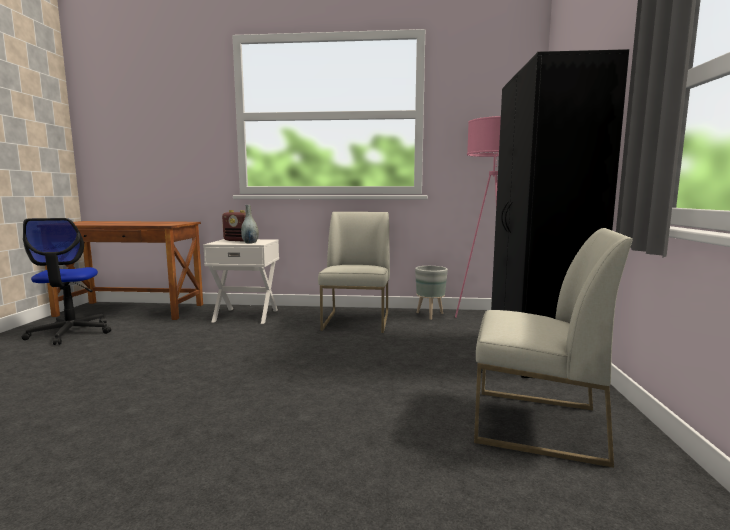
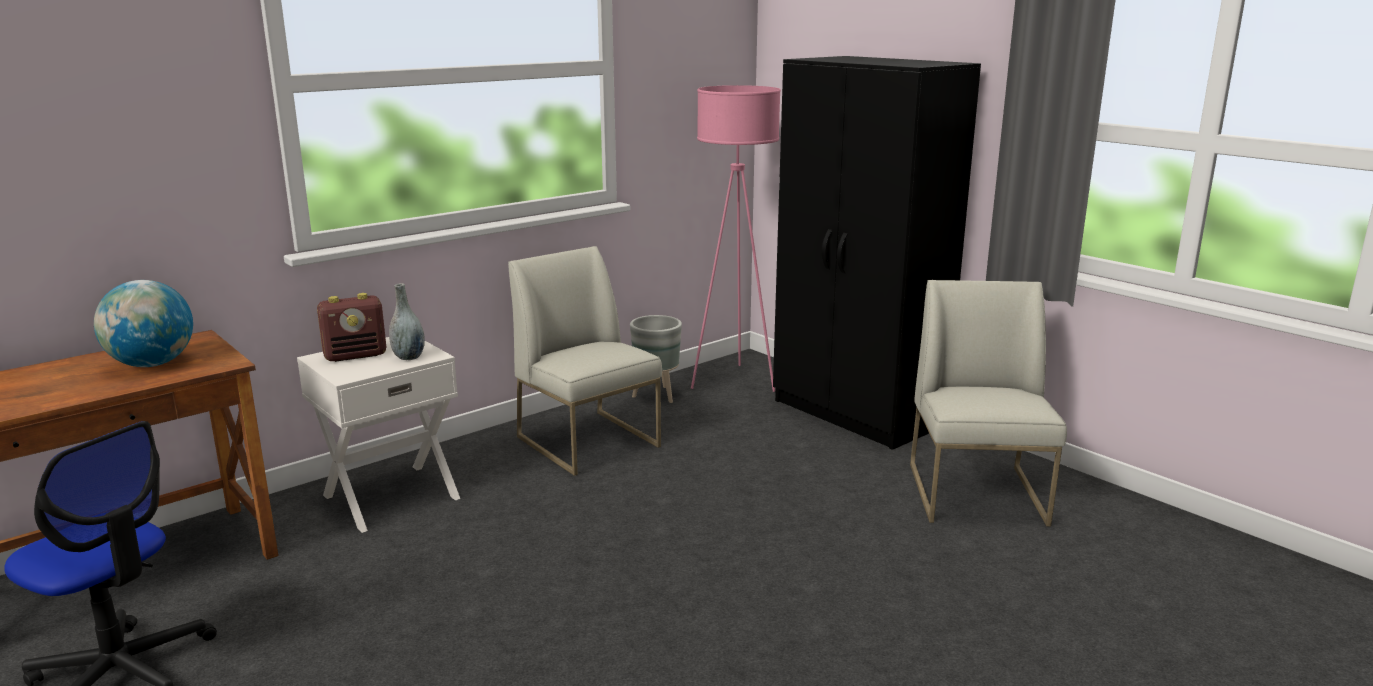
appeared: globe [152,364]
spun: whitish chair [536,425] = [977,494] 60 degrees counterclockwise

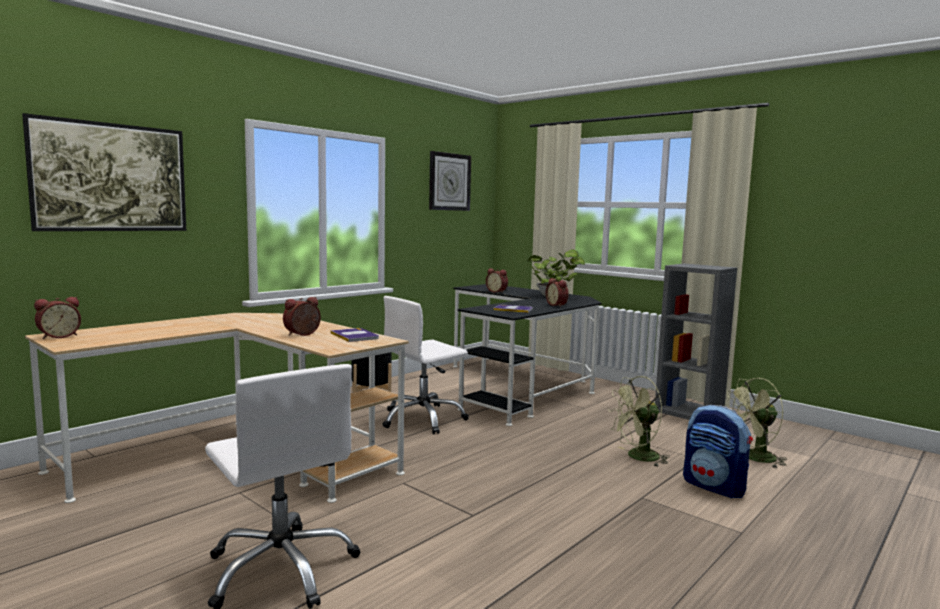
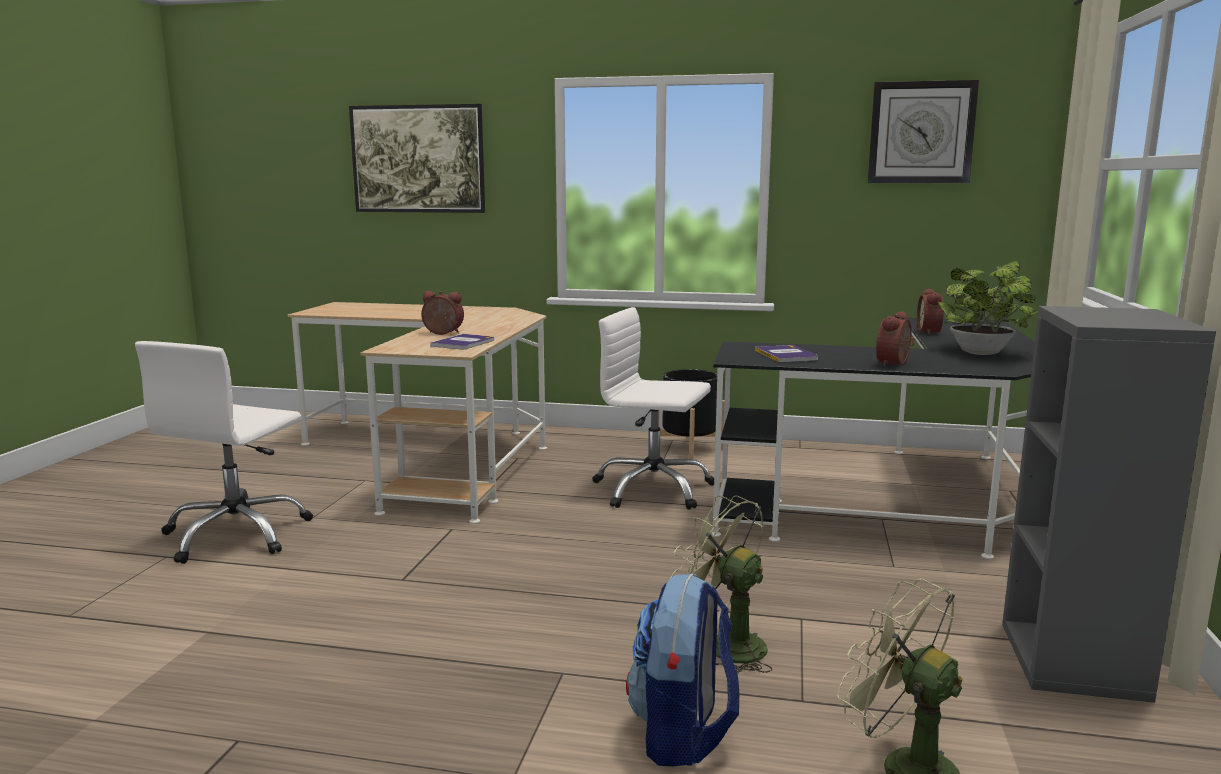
missing: bedside clock [58,336]

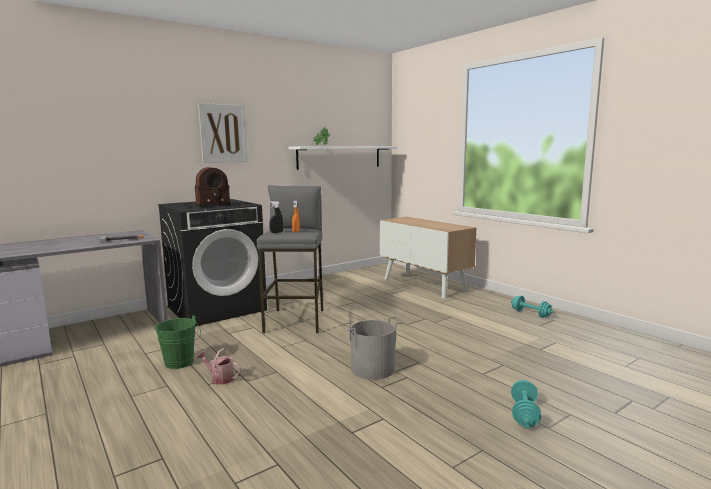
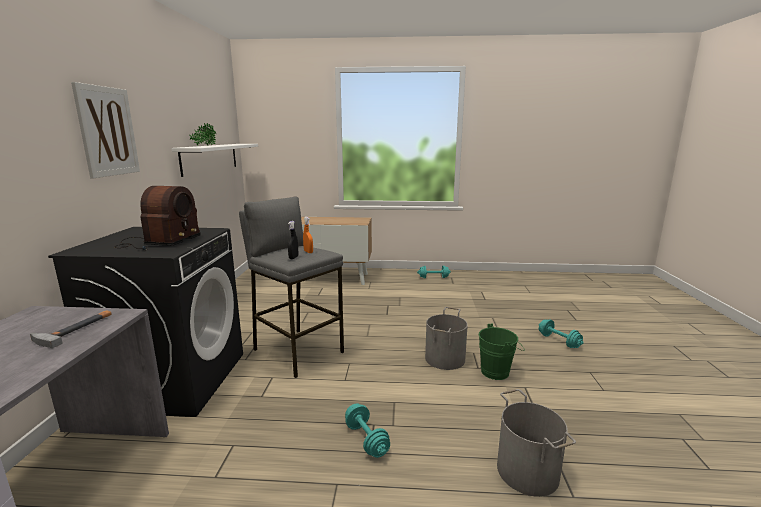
appeared: grey water bucket [526,471]
relocated: green-coloured water bucket [181,363] to [498,372]
exchanged: sprinkling can [220,378] to blue-green free weight [366,440]

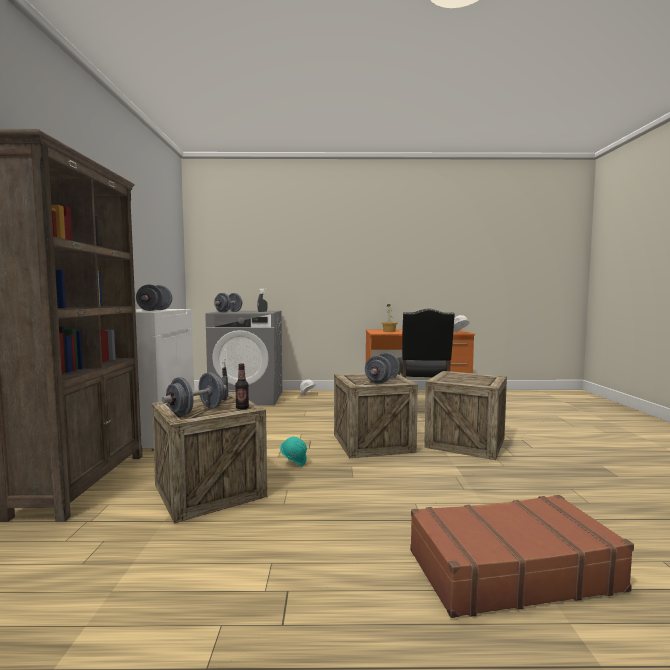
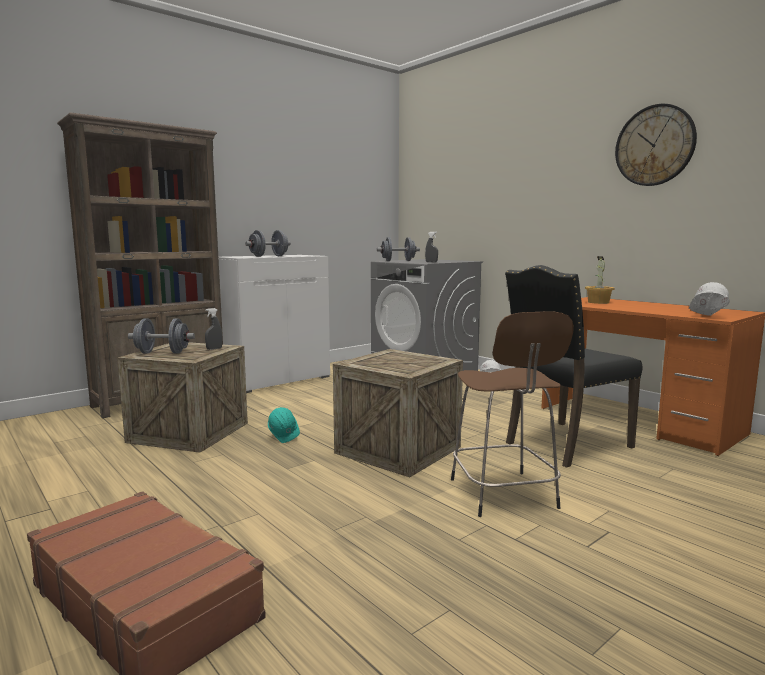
missing: drink bottle [242,408]; grey free weight [382,381]
appeared: clock on the wall [654,145]
exchanged: packing crate [465,442] to brown-coloured stool seat [504,495]

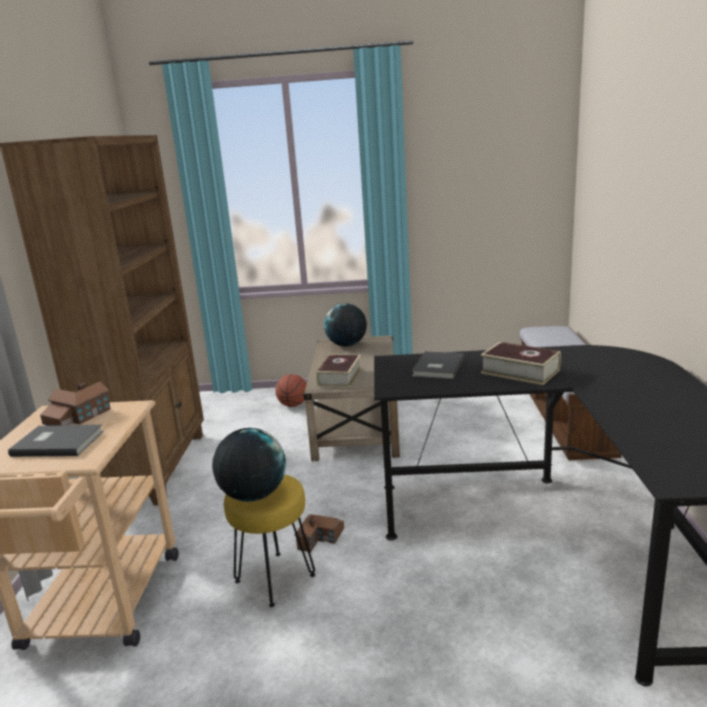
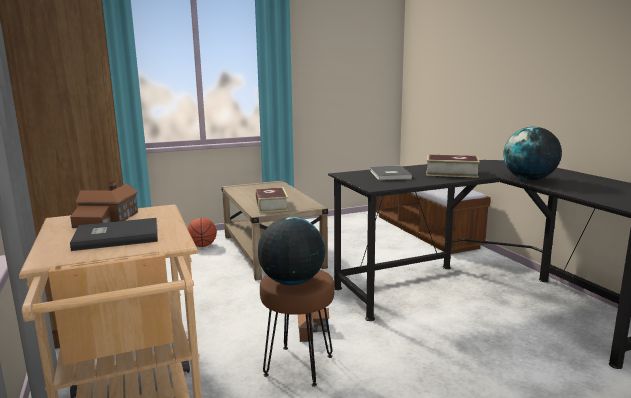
relocated: globe [347,345] to [529,179]
colour: yellow-coloured stool seat [275,577] to brown-coloured stool seat [298,365]

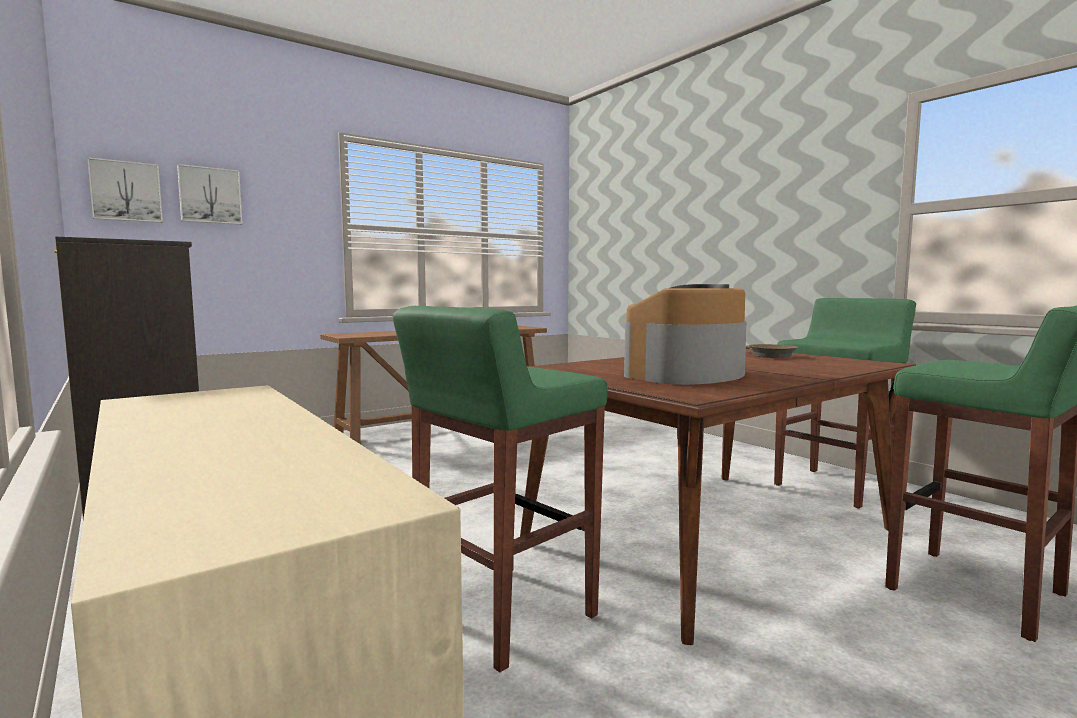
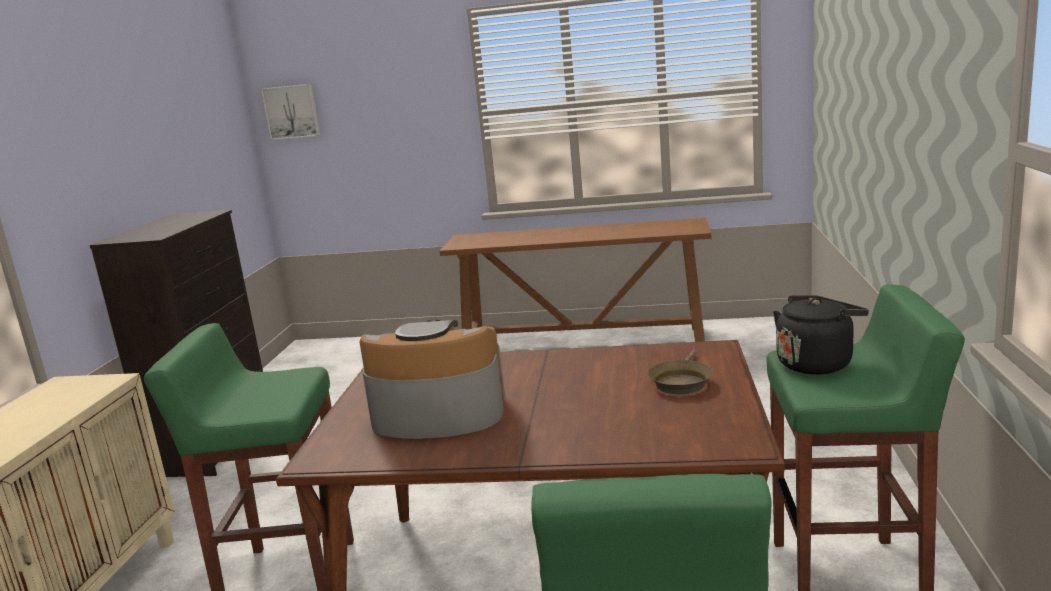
missing: wall art [210,195]
appeared: black-coloured kettle [817,363]

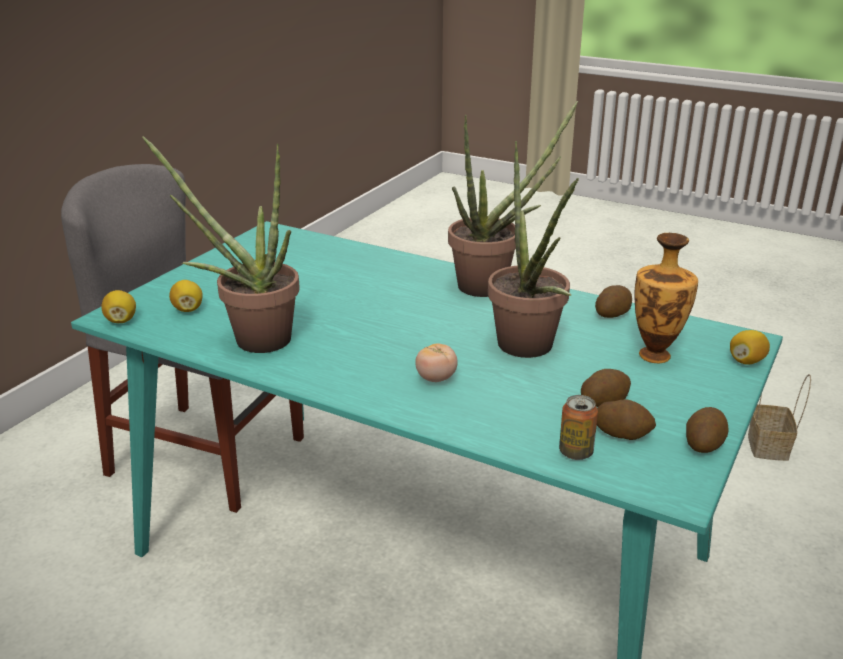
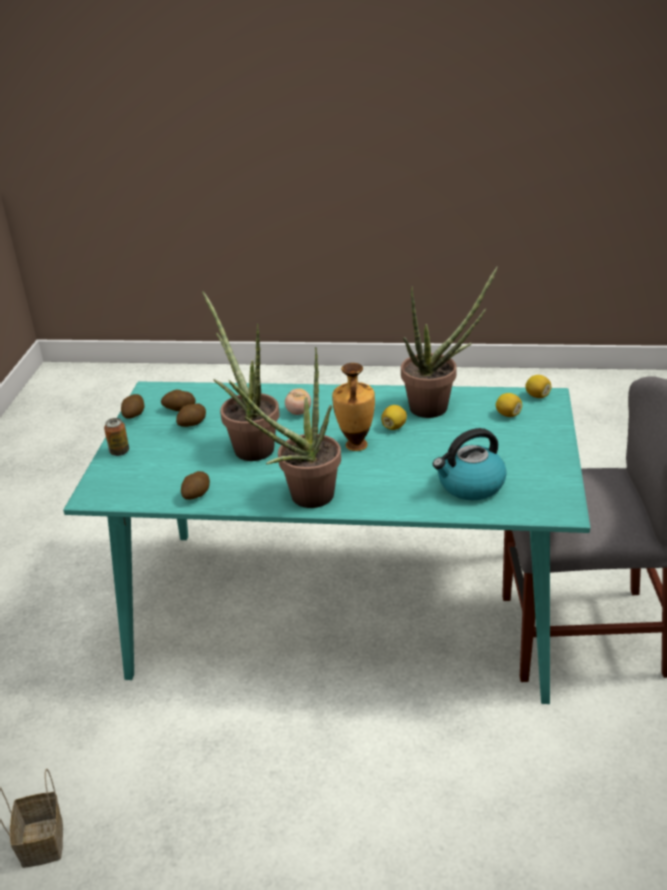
appeared: kettle [470,485]
relocated: sealed can [575,452] to [119,451]; flower vase [655,354] to [355,446]; citrus fruit [746,361] to [394,427]

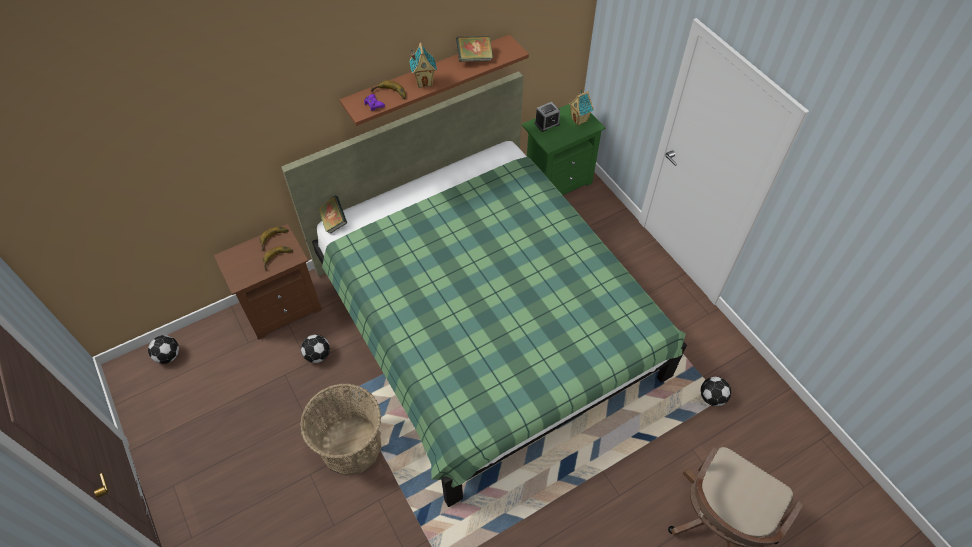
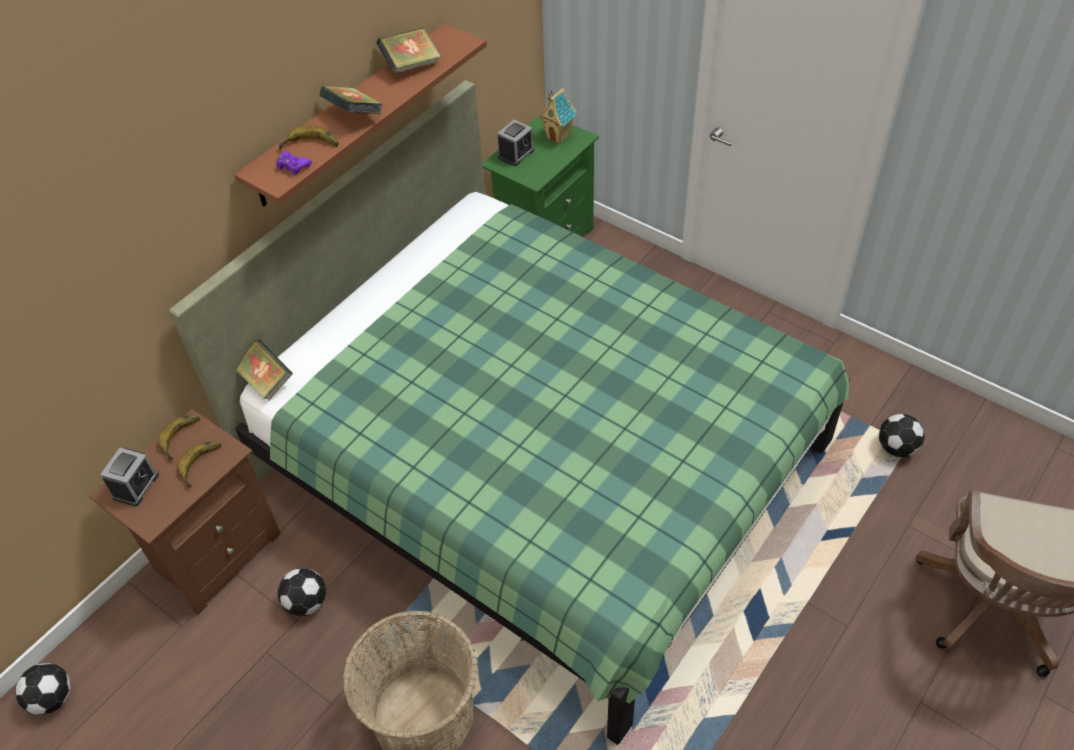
appeared: bedside clock [135,486]
exchanged: toy house [424,82] to bound book [354,115]

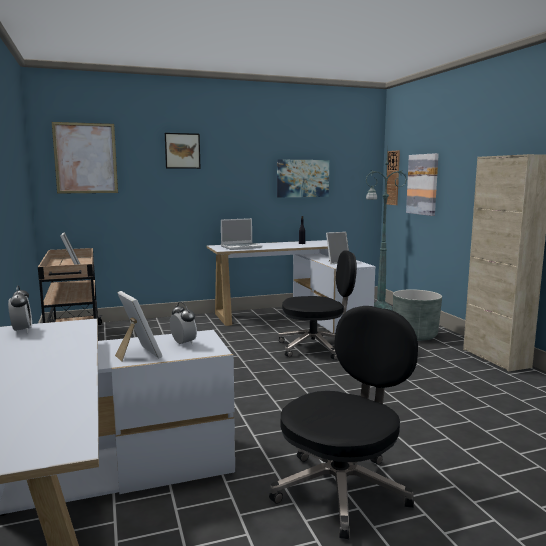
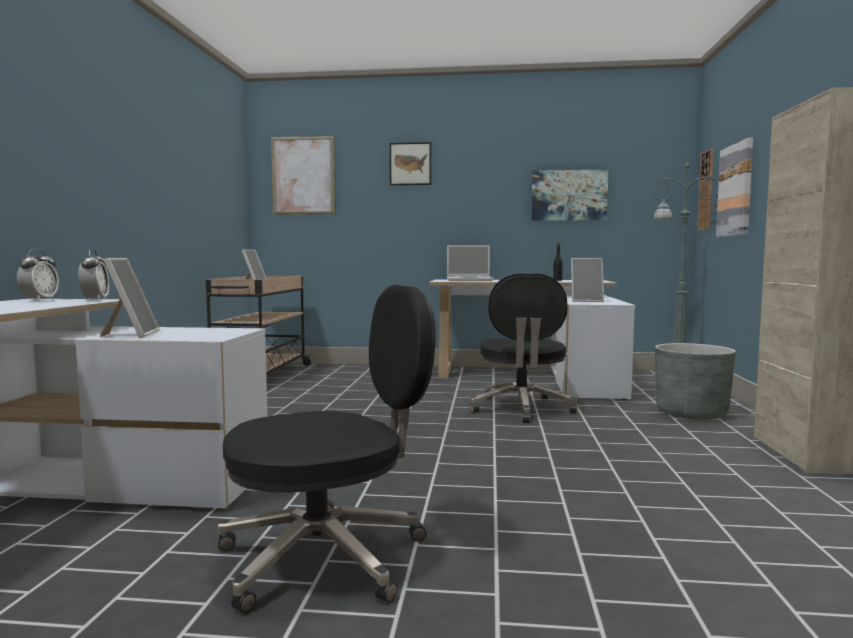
relocated: bedside clock [183,343] to [95,299]
spun: black-coloured computer chair [316,347] = [521,409] 75 degrees clockwise

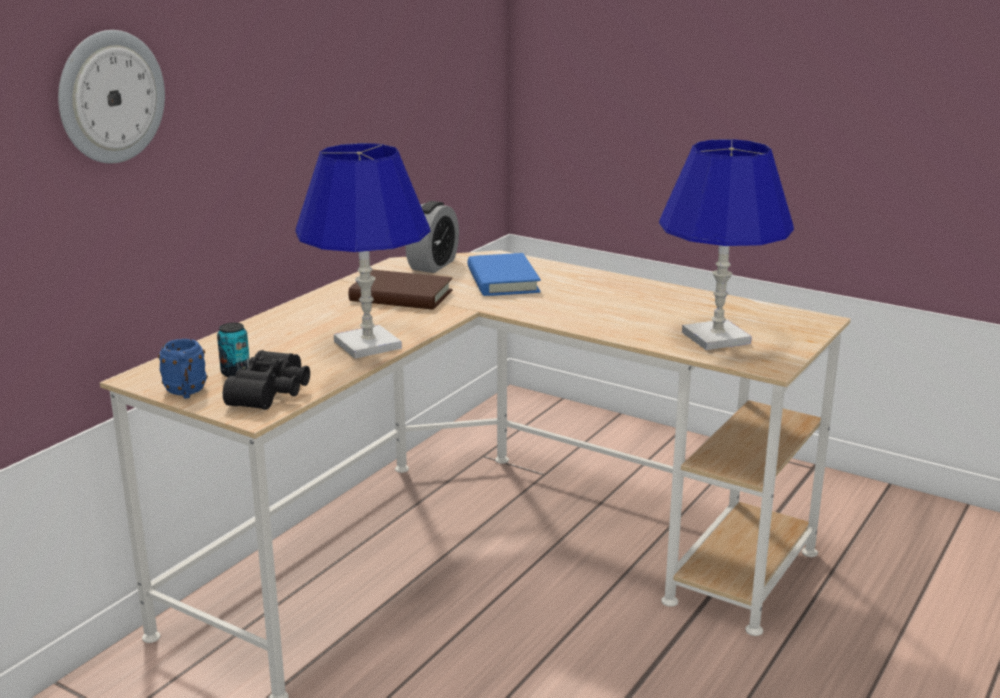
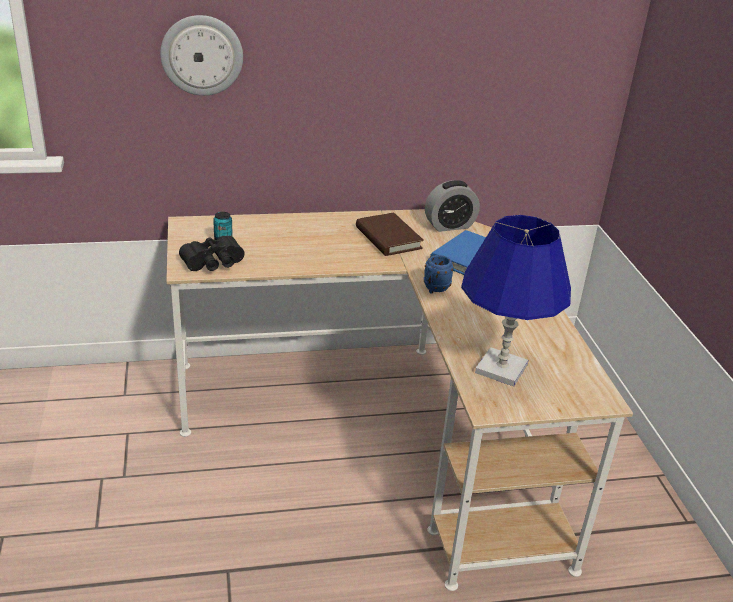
missing: bluish tabletop lamp [368,344]
relocated: bluish tea mug [186,392] to [434,289]

